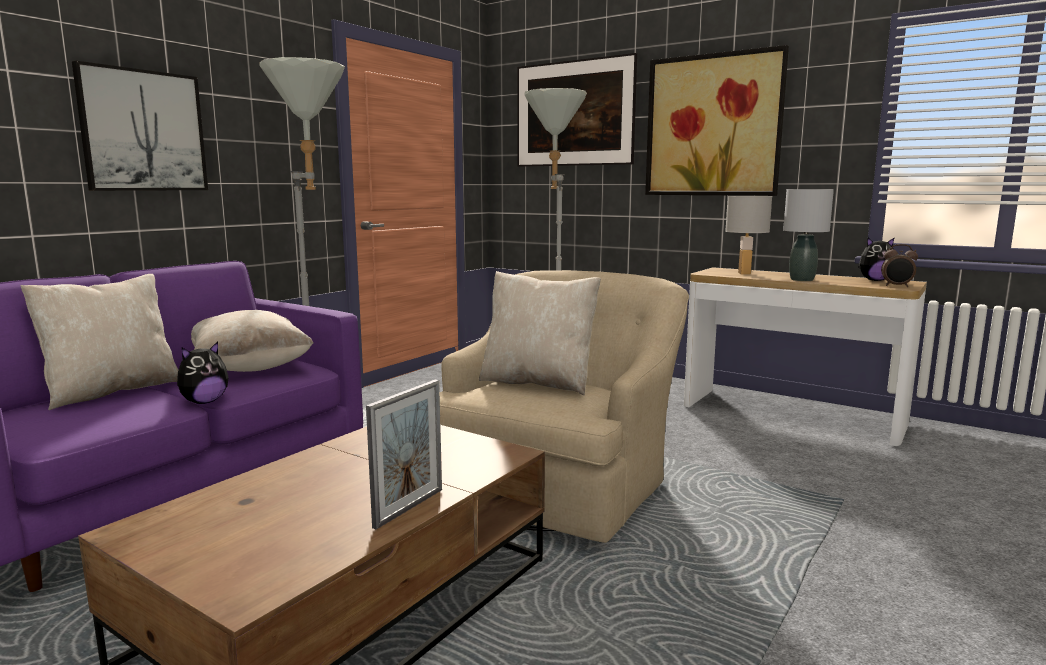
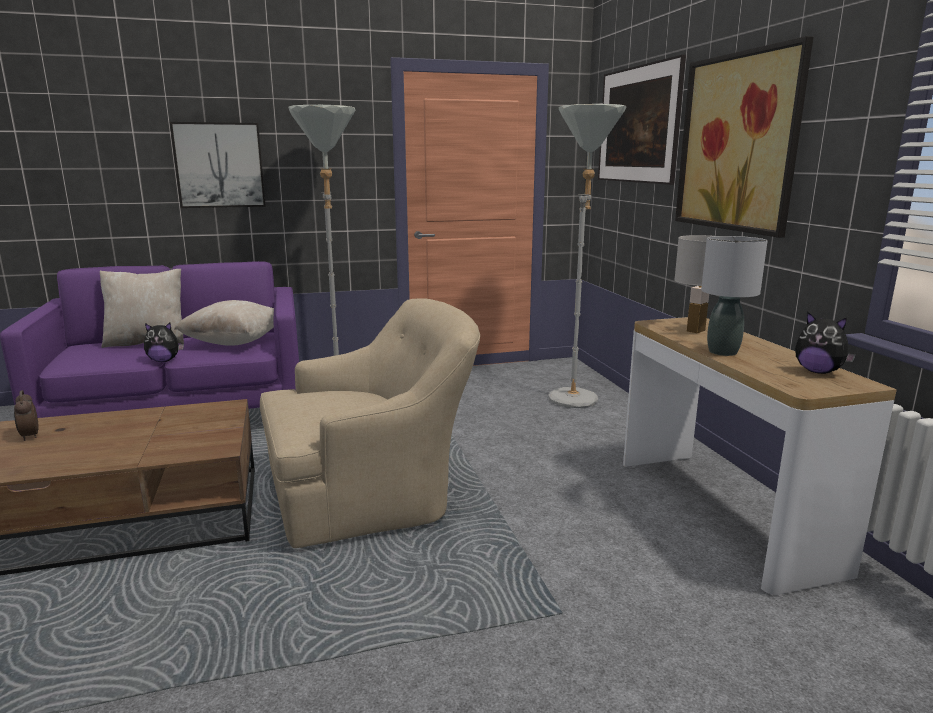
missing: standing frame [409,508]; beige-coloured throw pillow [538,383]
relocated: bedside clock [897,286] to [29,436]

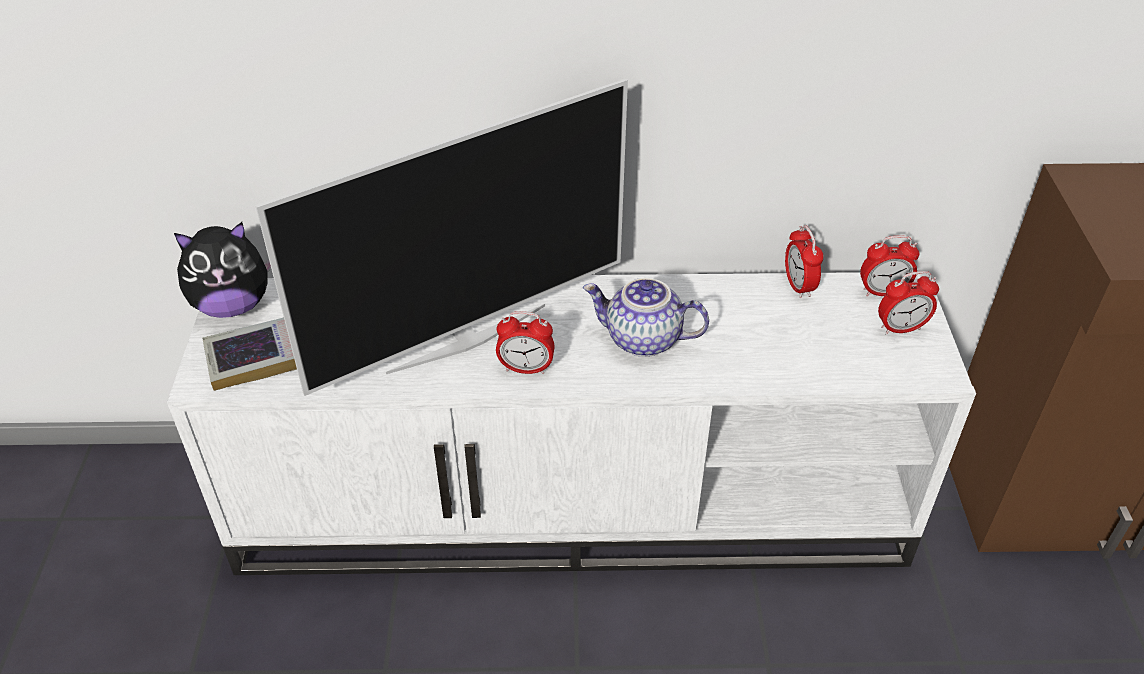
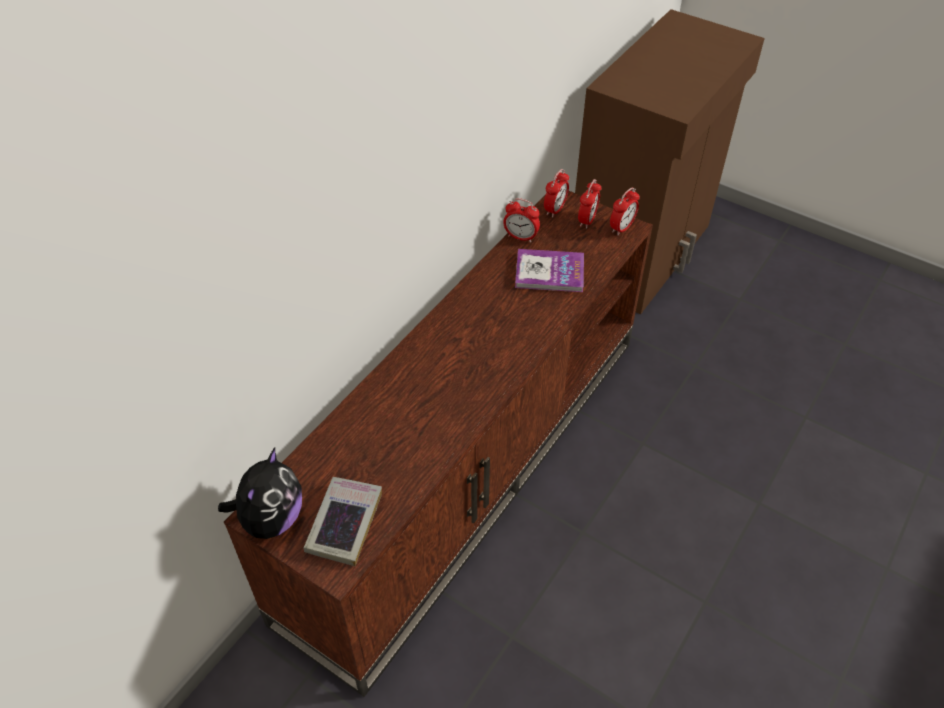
missing: TV [466,337]; tea pot [642,340]
appeared: bound book [549,272]
relocated: bedside clock [526,368] to [622,228]
colour: whitish tv stand [575,504] to brown-coloured tv stand [468,466]

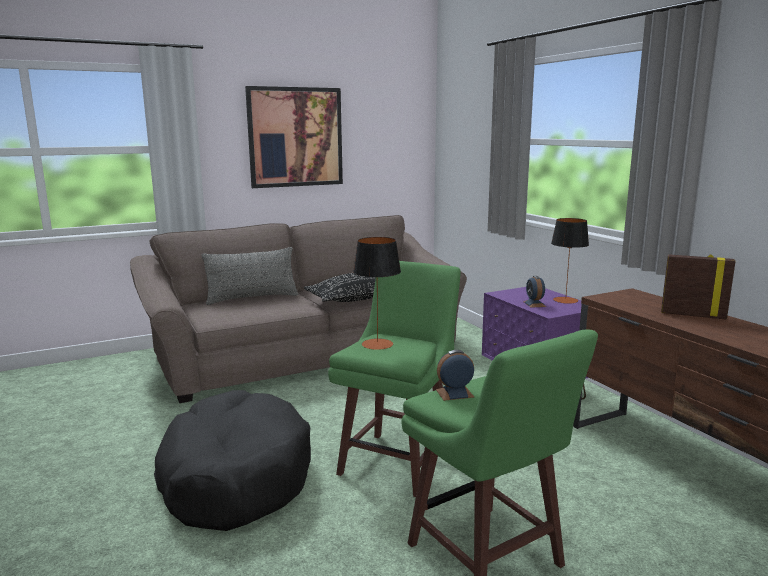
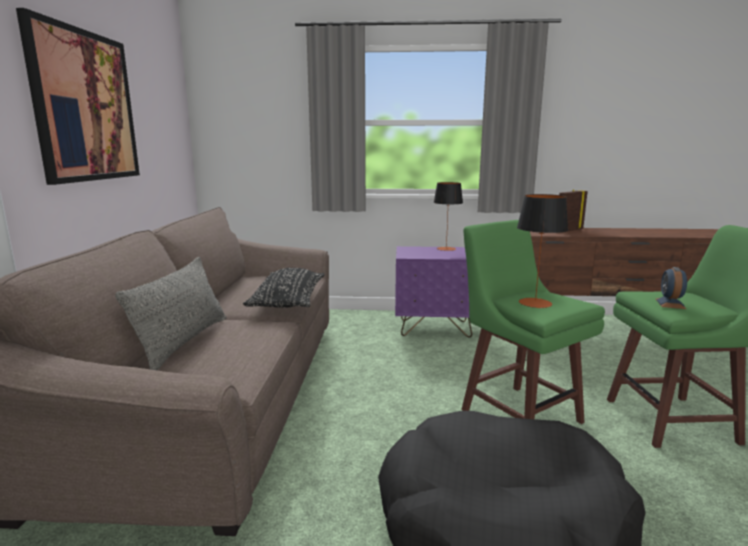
missing: bedside clock [534,304]

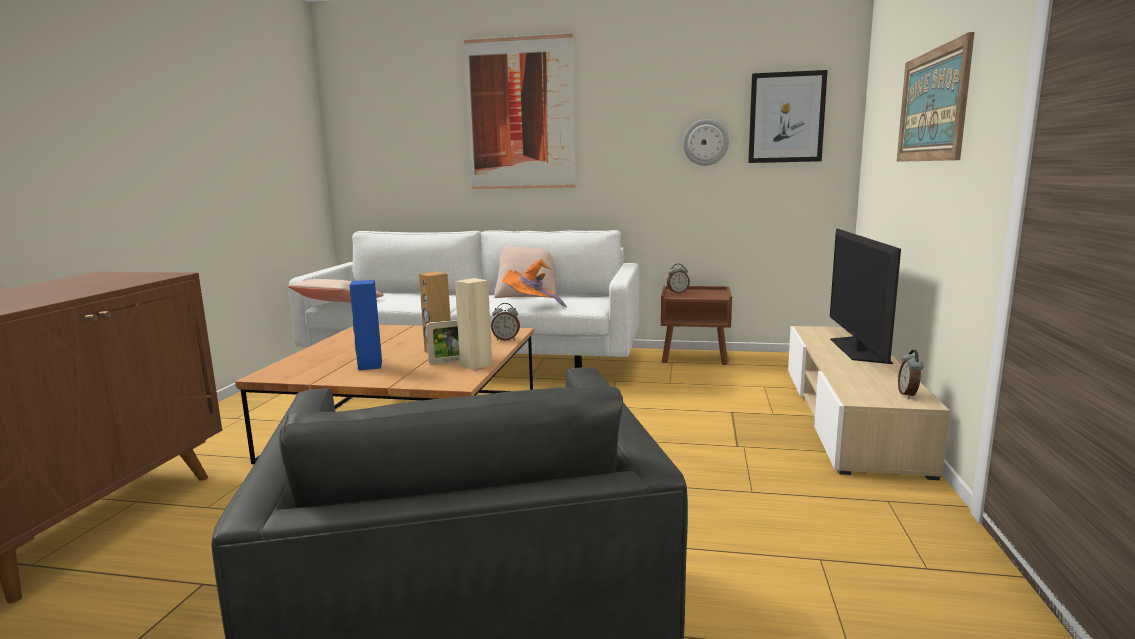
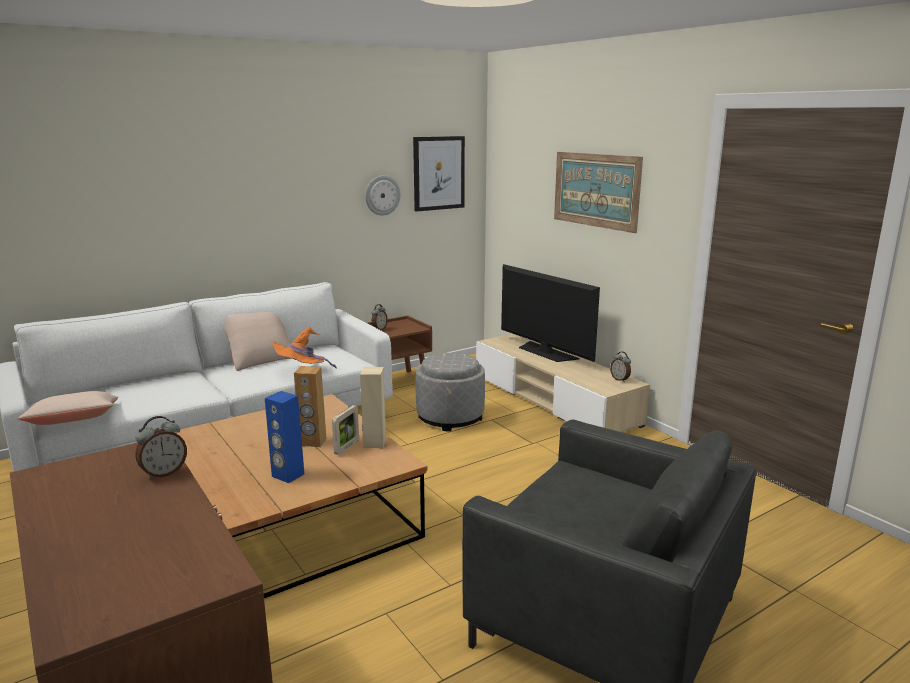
missing: wall art [520,114]
appeared: grey footrest [450,417]
relocated: bedside clock [506,339] to [164,473]

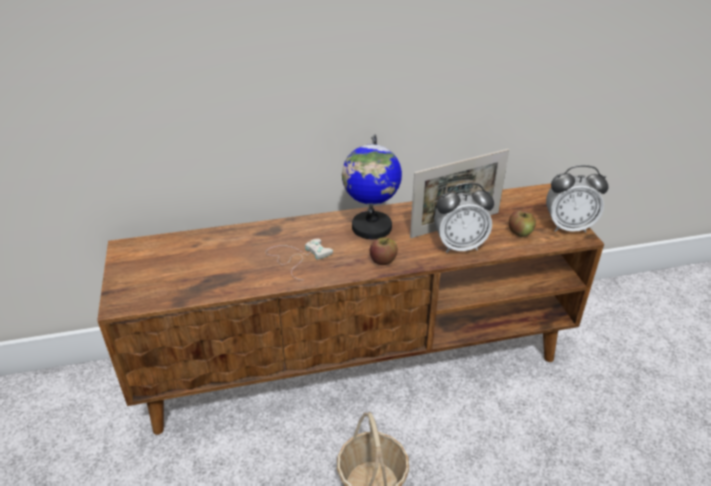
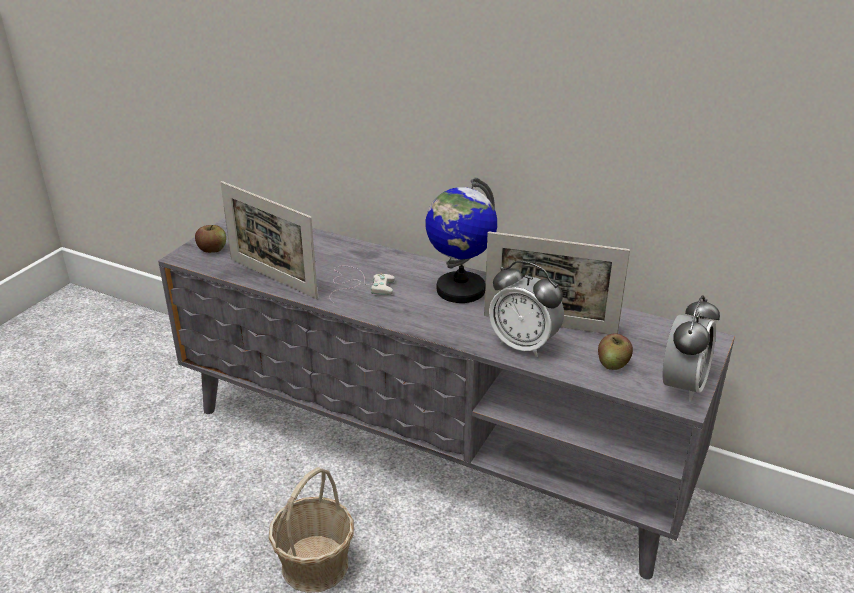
appeared: standing frame [273,278]
relocated: whole apple [383,260] to [212,249]
colour: brown-coloured tv stand [356,360] to grey tv stand [429,451]
spun: bedside clock [568,227] = [683,386] 105 degrees counterclockwise

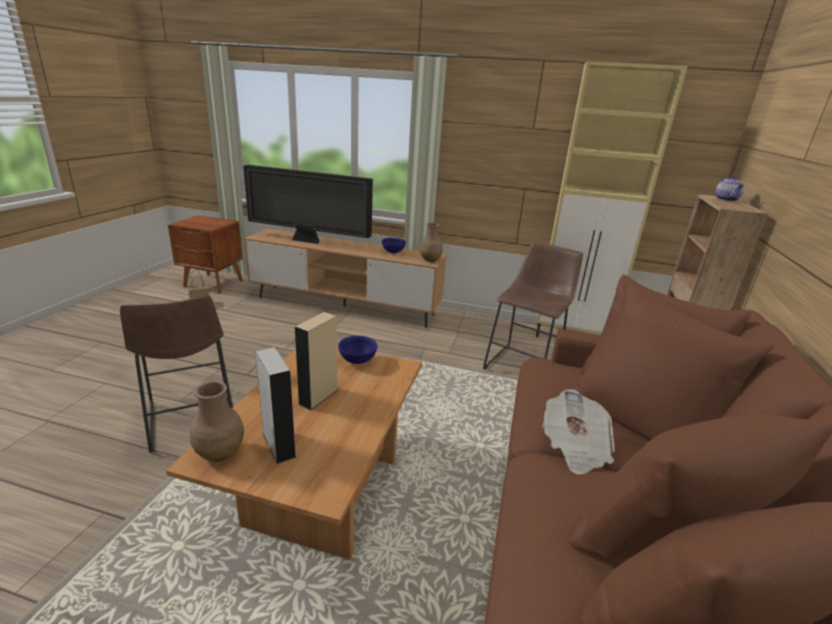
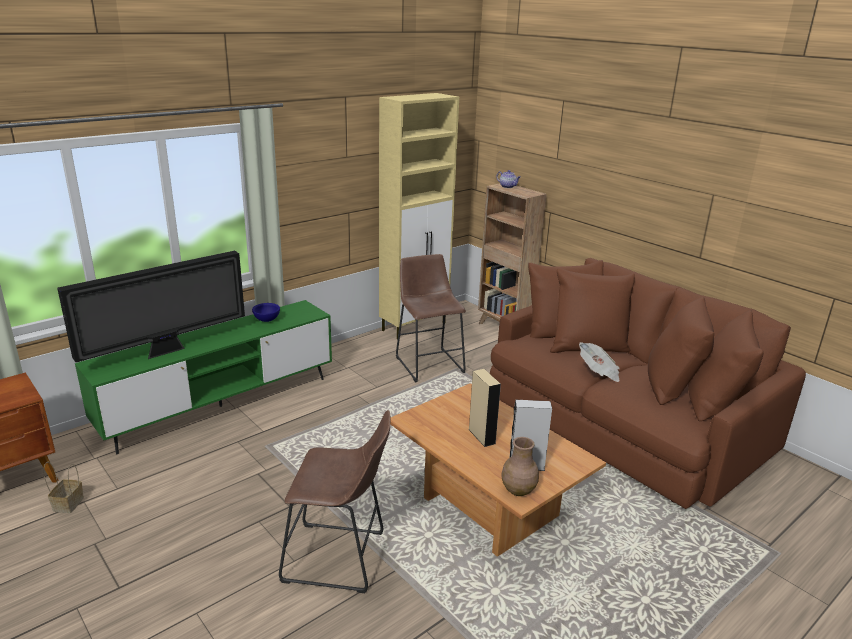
missing: bluish bowl [358,360]; brown-coloured flower vase [430,260]
colour: brown-coloured tv stand [344,306] to green-coloured tv stand [221,406]

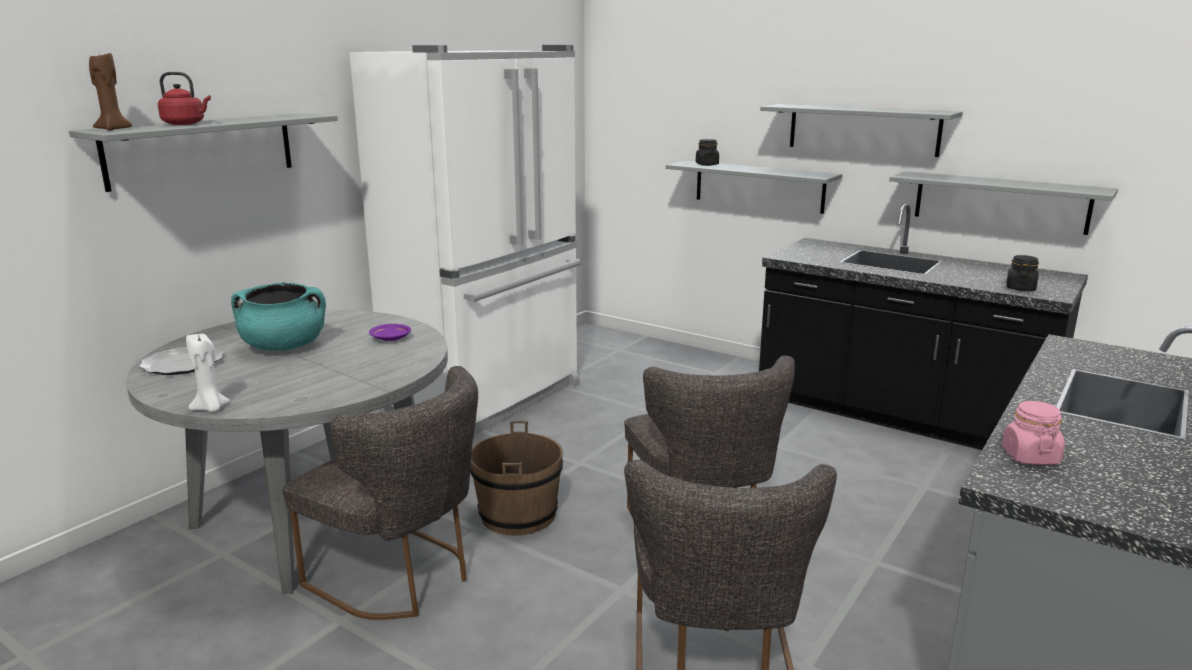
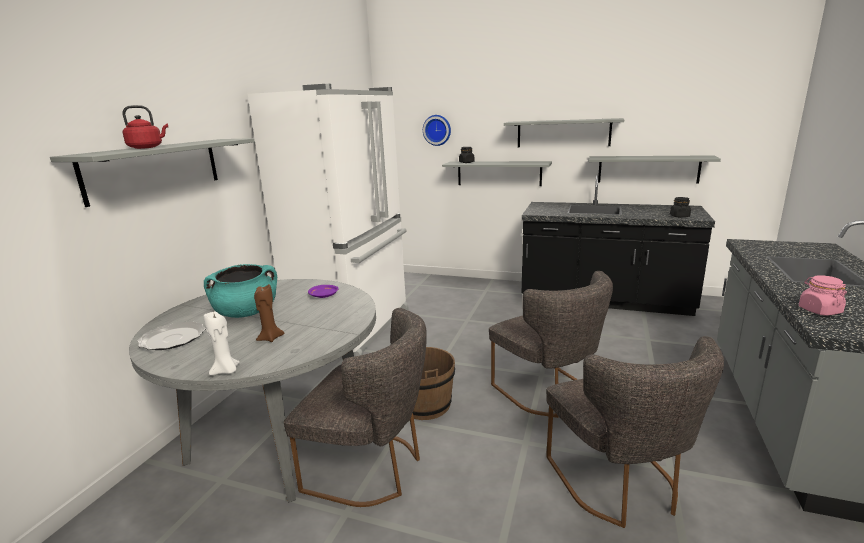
appeared: clock on the wall [437,130]
relocated: brown-coloured wax candle [113,129] to [270,338]

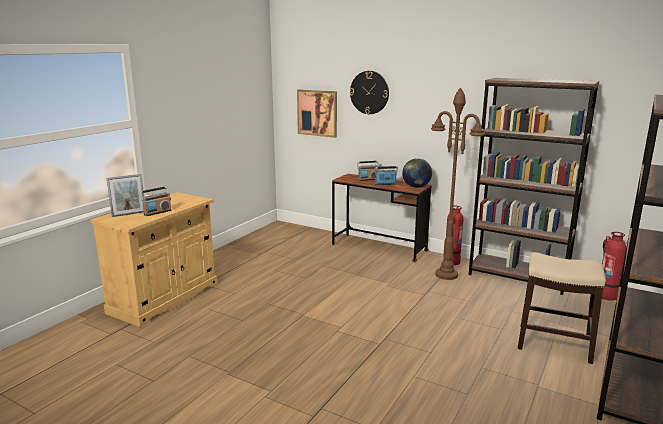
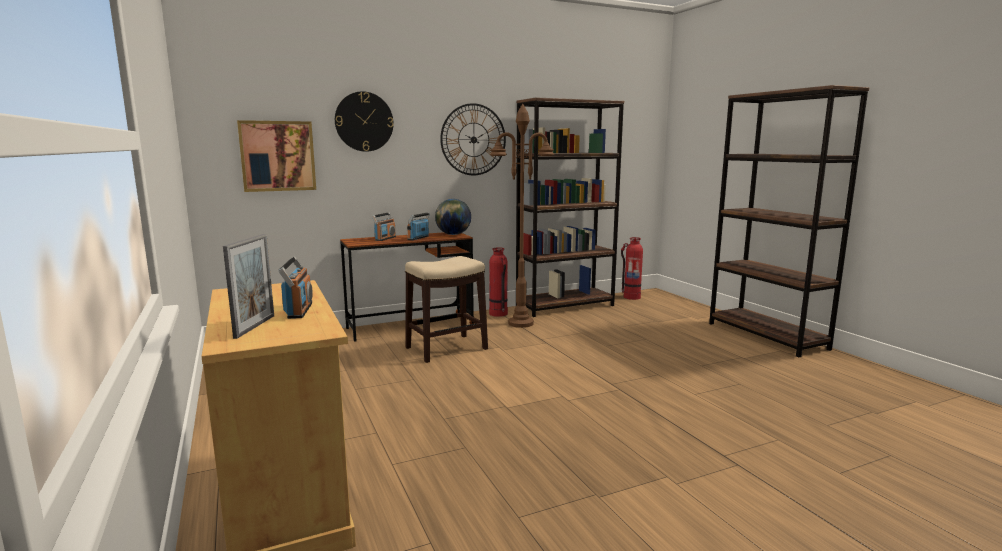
appeared: clock on the wall [473,139]
relocated: stool seat [553,343] to [445,348]

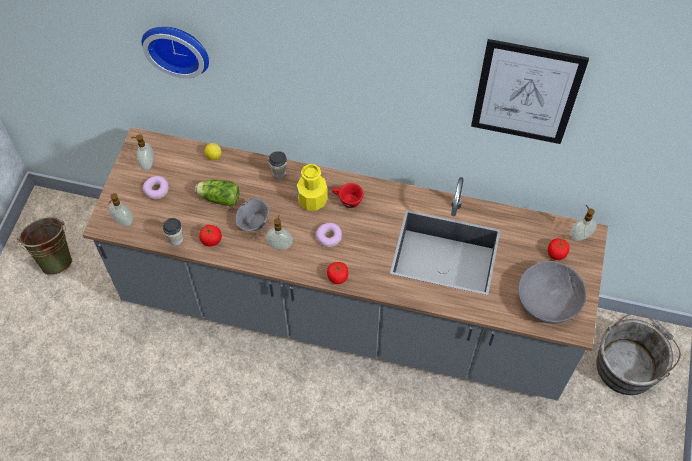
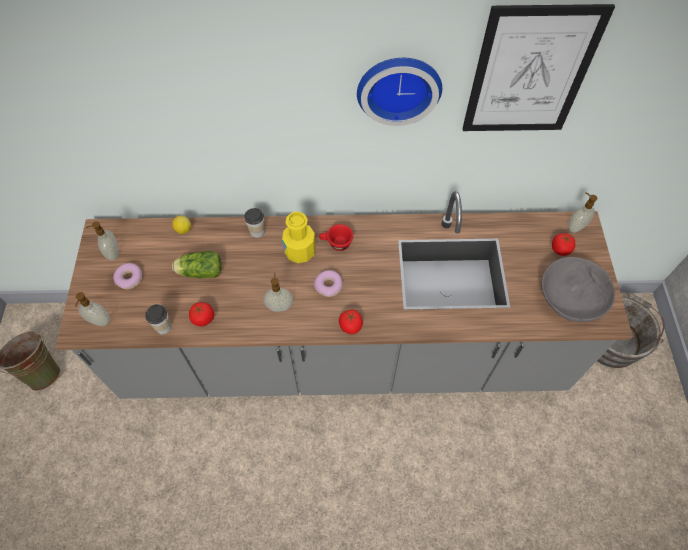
missing: grey bowl [253,223]
relocated: clock on the wall [177,47] to [398,86]

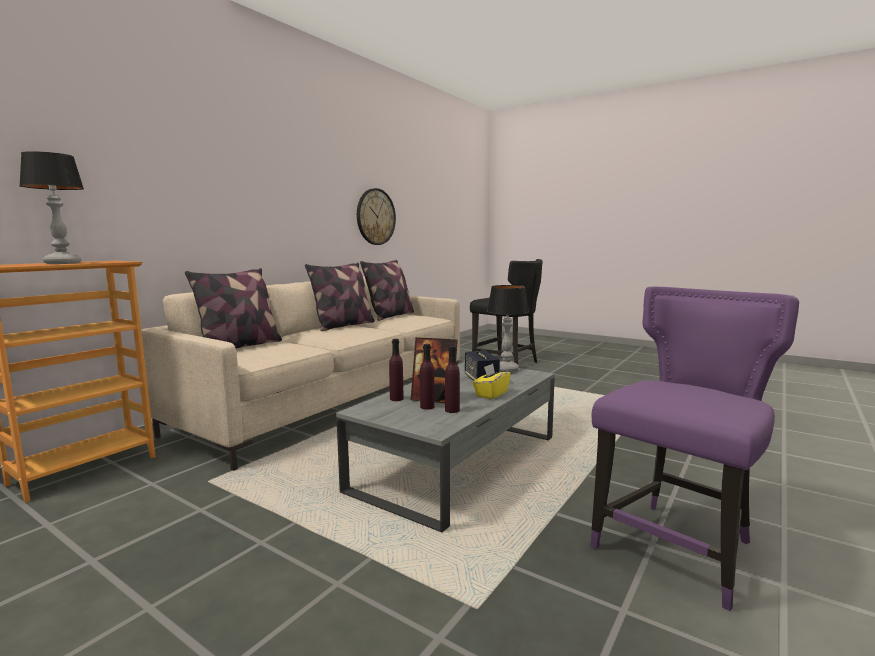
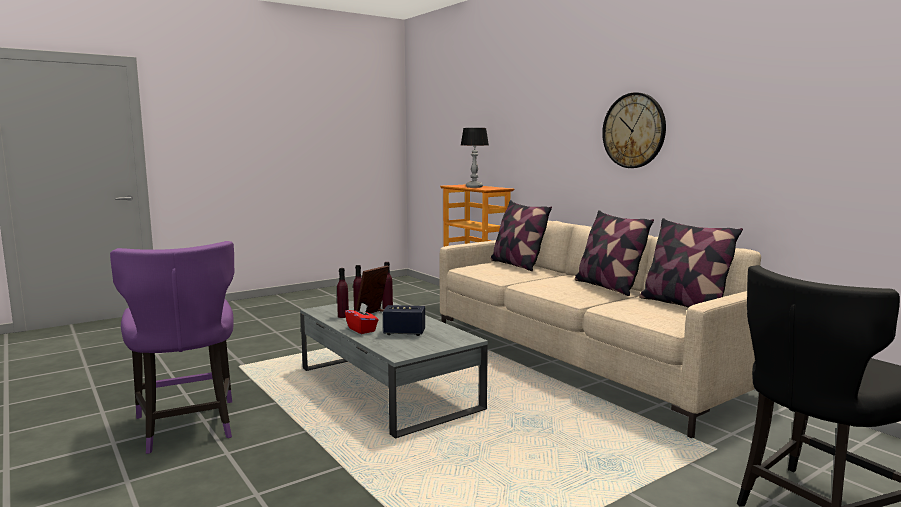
missing: tabletop lamp [506,370]
relocated: clock on the wall [375,217] to [634,130]
colour: yellow-coloured tissue box [491,394] to red-coloured tissue box [362,329]

